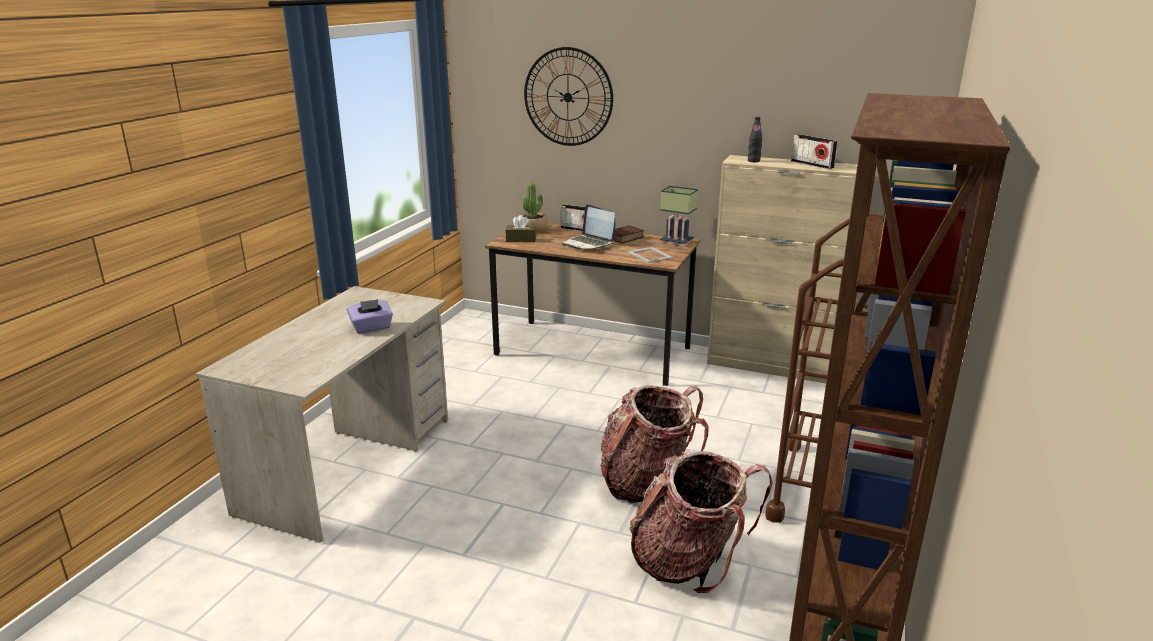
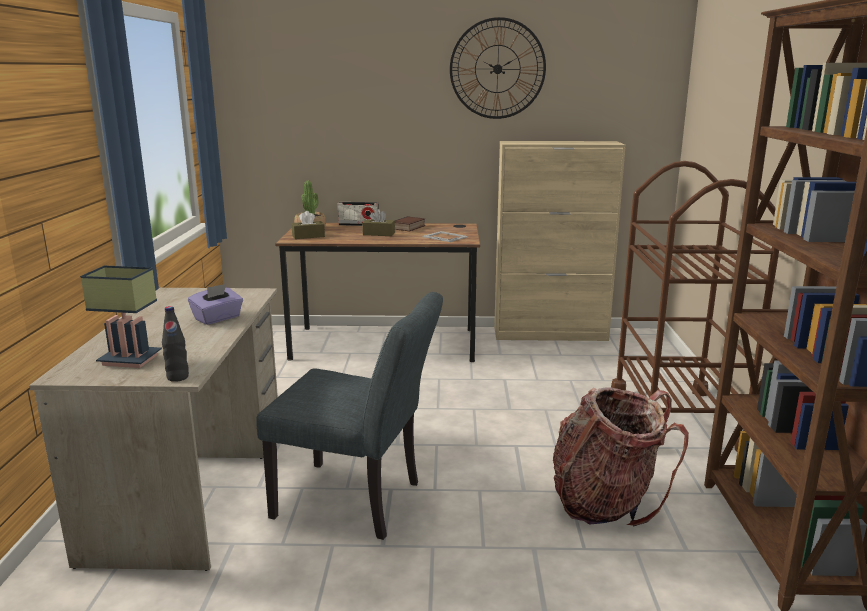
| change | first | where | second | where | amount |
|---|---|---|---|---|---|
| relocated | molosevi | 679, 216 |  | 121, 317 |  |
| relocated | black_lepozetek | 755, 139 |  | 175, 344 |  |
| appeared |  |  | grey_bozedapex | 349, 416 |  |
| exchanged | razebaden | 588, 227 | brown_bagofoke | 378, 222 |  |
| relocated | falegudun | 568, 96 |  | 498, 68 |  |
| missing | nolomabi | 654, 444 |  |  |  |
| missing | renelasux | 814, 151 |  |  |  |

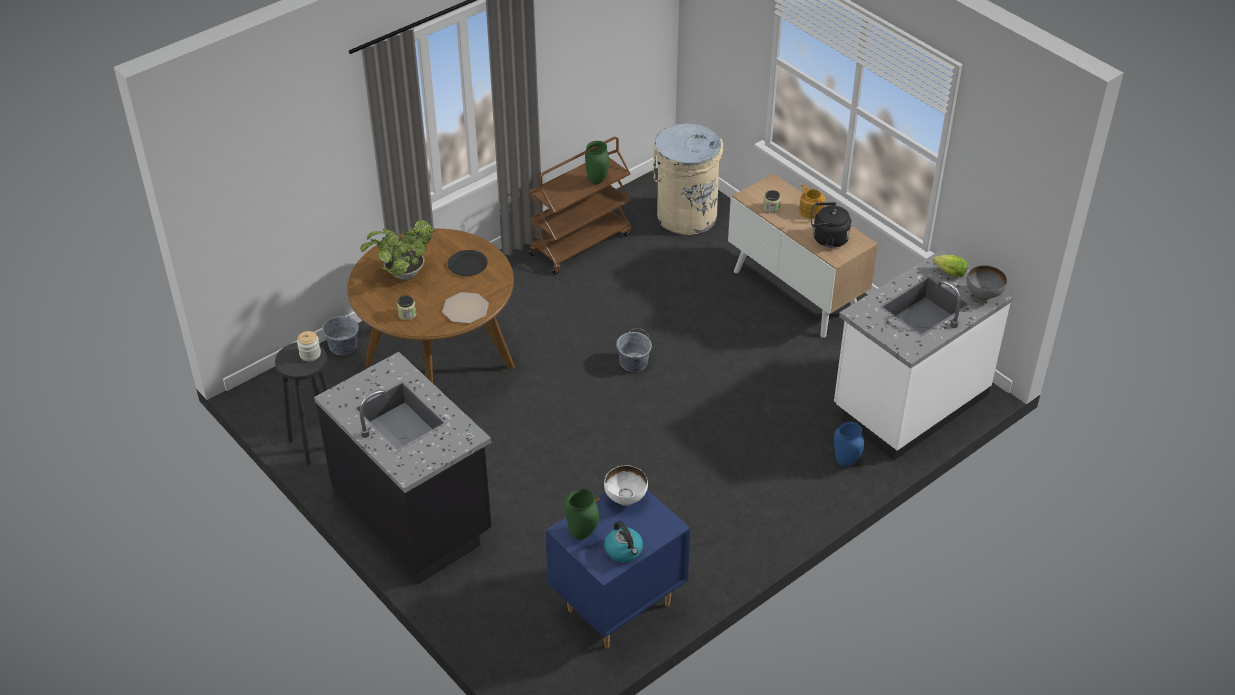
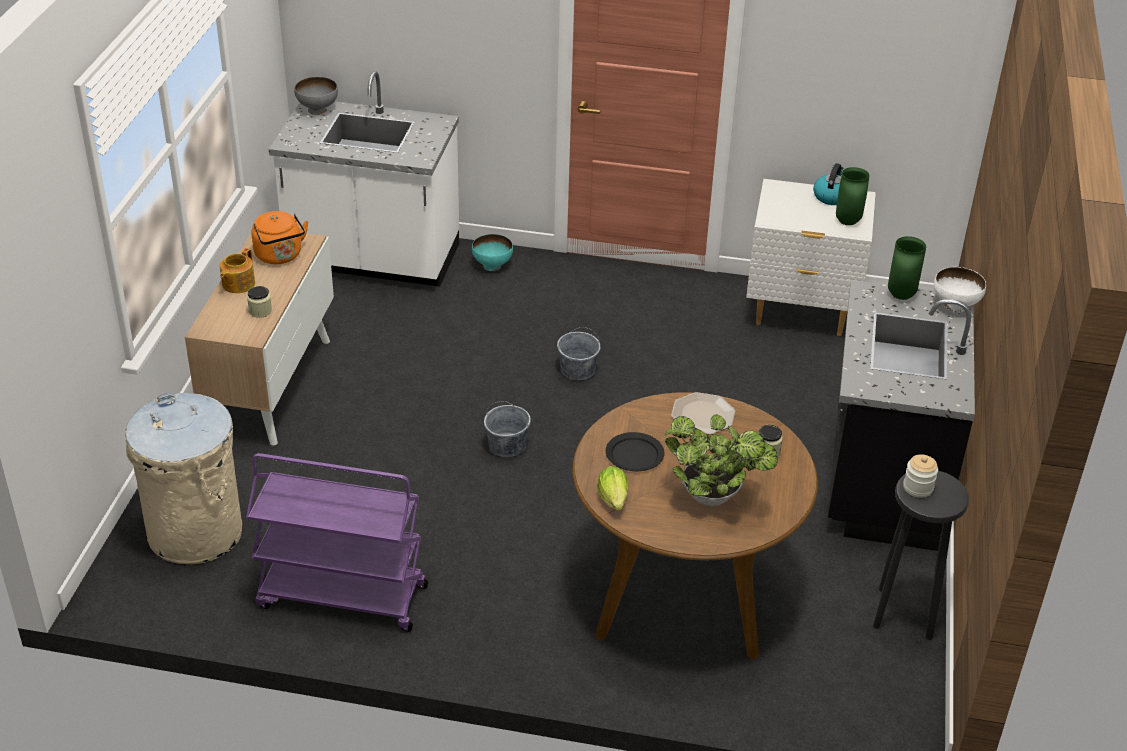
| change | first | where | second | where | amount |
|---|---|---|---|---|---|
| colour | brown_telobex | 580, 205 | purple_telobex | 337, 542 |  |
| colour | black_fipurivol | 831, 225 | orange_fipurivol | 279, 237 |  |
| exchanged | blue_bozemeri | 849, 444 | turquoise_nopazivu | 492, 252 |  |
| relocated | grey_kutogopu | 340, 332 |  | 579, 353 |  |
| relocated | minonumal | 950, 266 |  | 612, 488 |  |
| colour | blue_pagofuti | 617, 569 | white_pagofuti | 811, 257 |  |
| relocated | green_bozemeri | 597, 162 |  | 907, 268 |  |
| relocated | white_nopazivu | 626, 485 |  | 960, 290 |  |

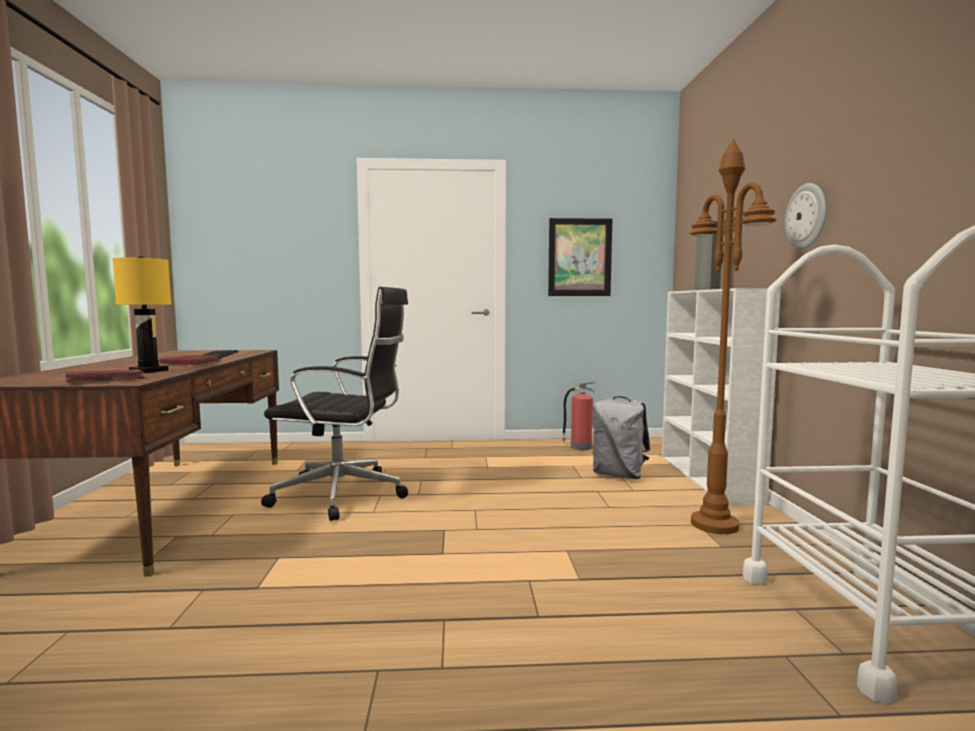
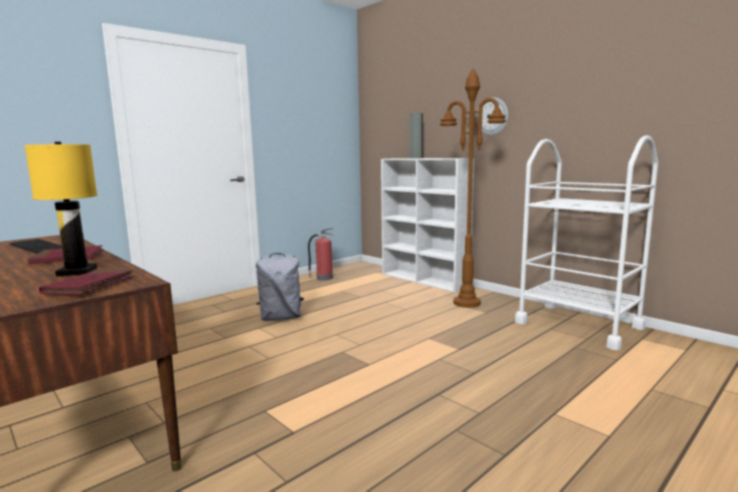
| change | first | where | second | where | amount |
|---|---|---|---|---|---|
| relocated | grey_nolomabi | 621, 437 |  | 280, 287 |  |
| missing | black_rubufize | 334, 404 |  |  |  |
| missing | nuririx | 580, 257 |  |  |  |

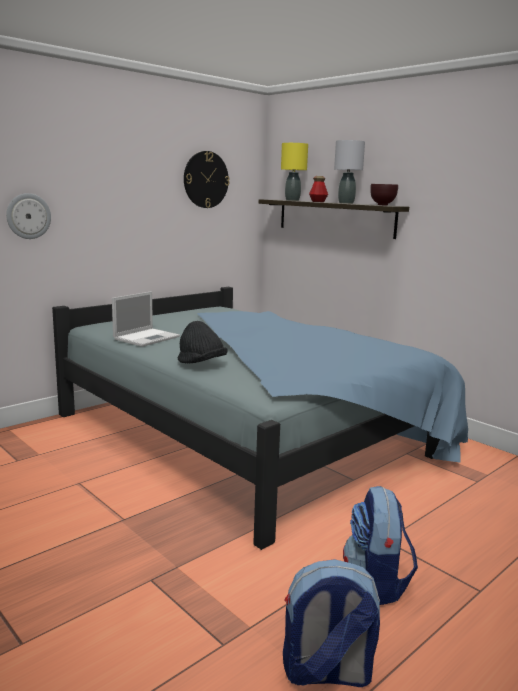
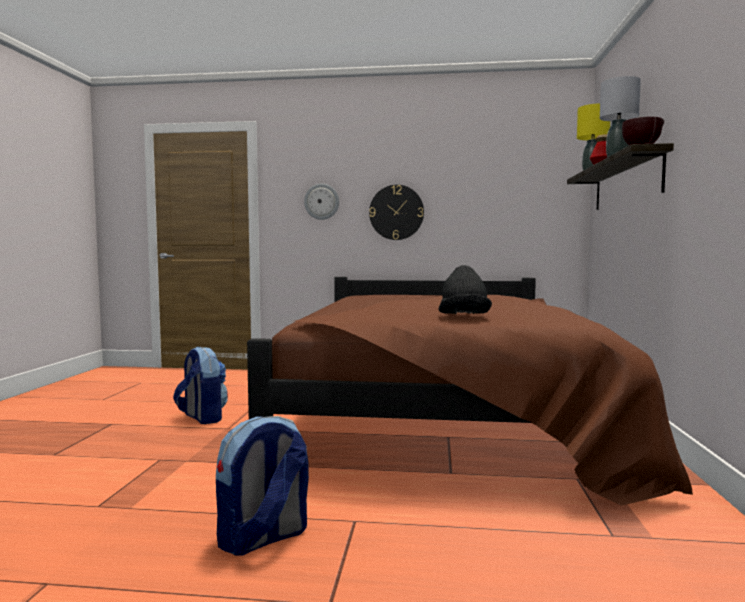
| change | first | where | second | where | amount |
|---|---|---|---|---|---|
| relocated | nolomabi | 331, 623 |  | 200, 385 |  |
| colour | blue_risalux | 260, 418 | brown_risalux | 470, 391 |  |
| relocated | falegudun | 206, 179 |  | 396, 212 |  |
| relocated | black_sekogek | 202, 342 |  | 465, 289 |  |
| missing | razebaden | 146, 319 |  |  |  |

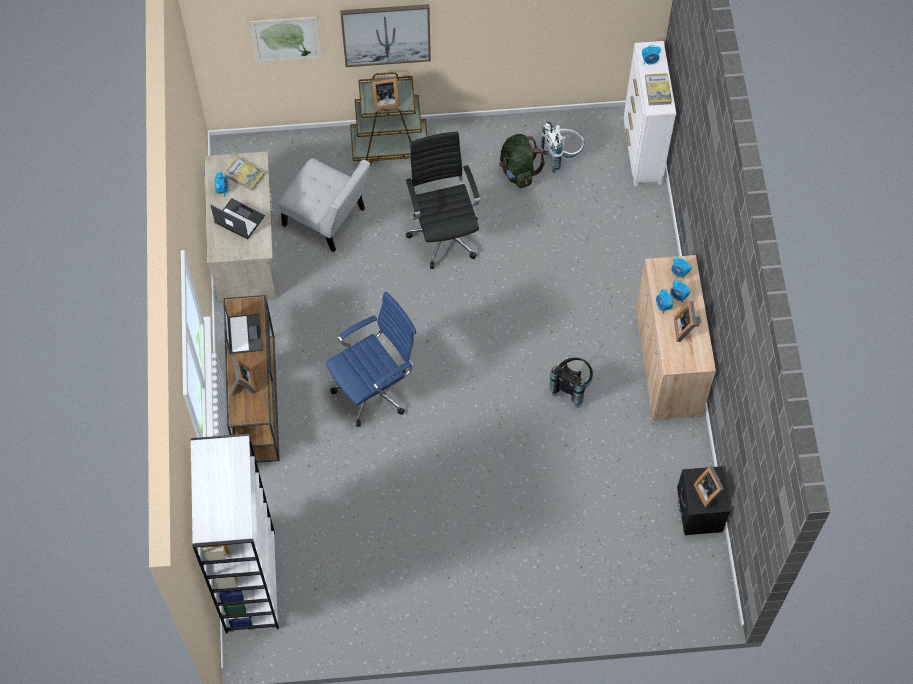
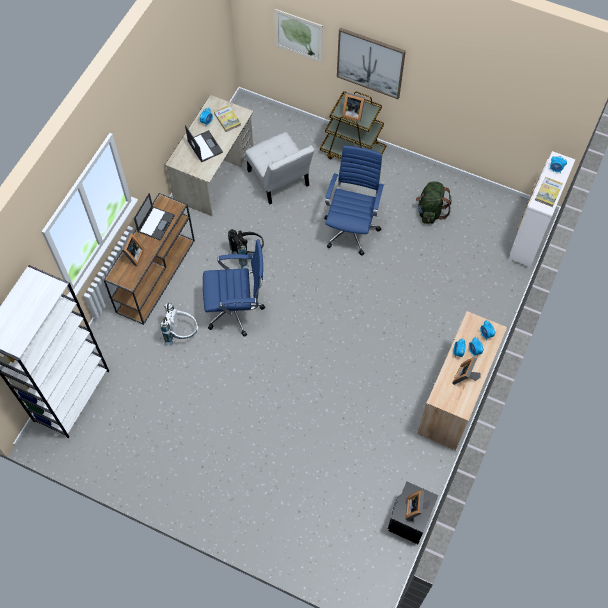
| change | first | where | second | where | amount |
|---|---|---|---|---|---|
| relocated | white_nolomabi | 562, 148 |  | 179, 324 |  |
| relocated | black_nolomabi | 571, 383 |  | 246, 249 |  |
| colour | black_rubufize | 443, 200 | blue_rubufize | 354, 200 |  |

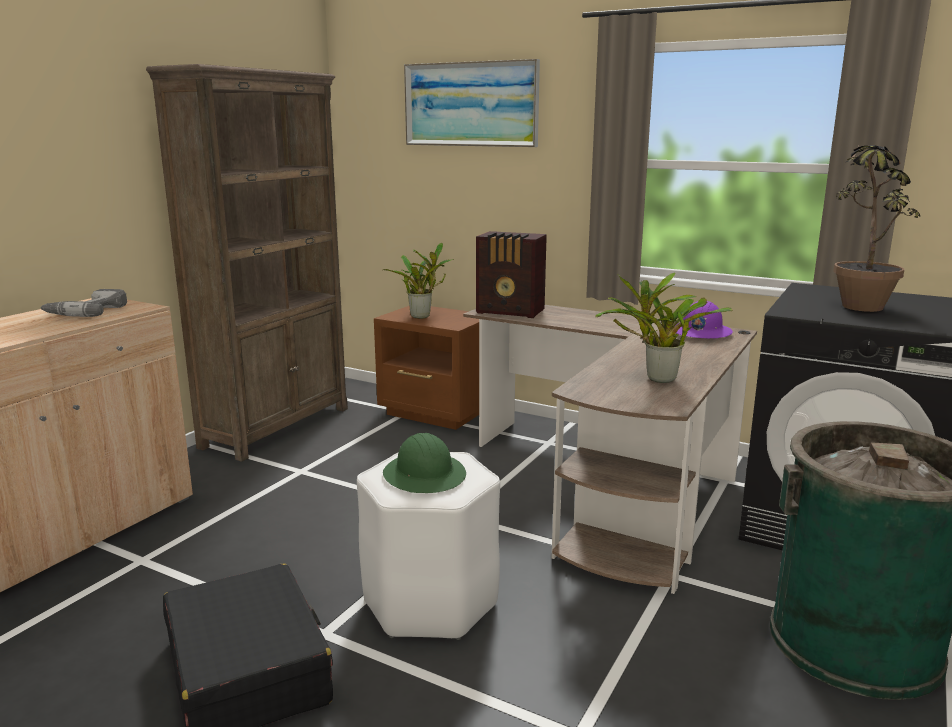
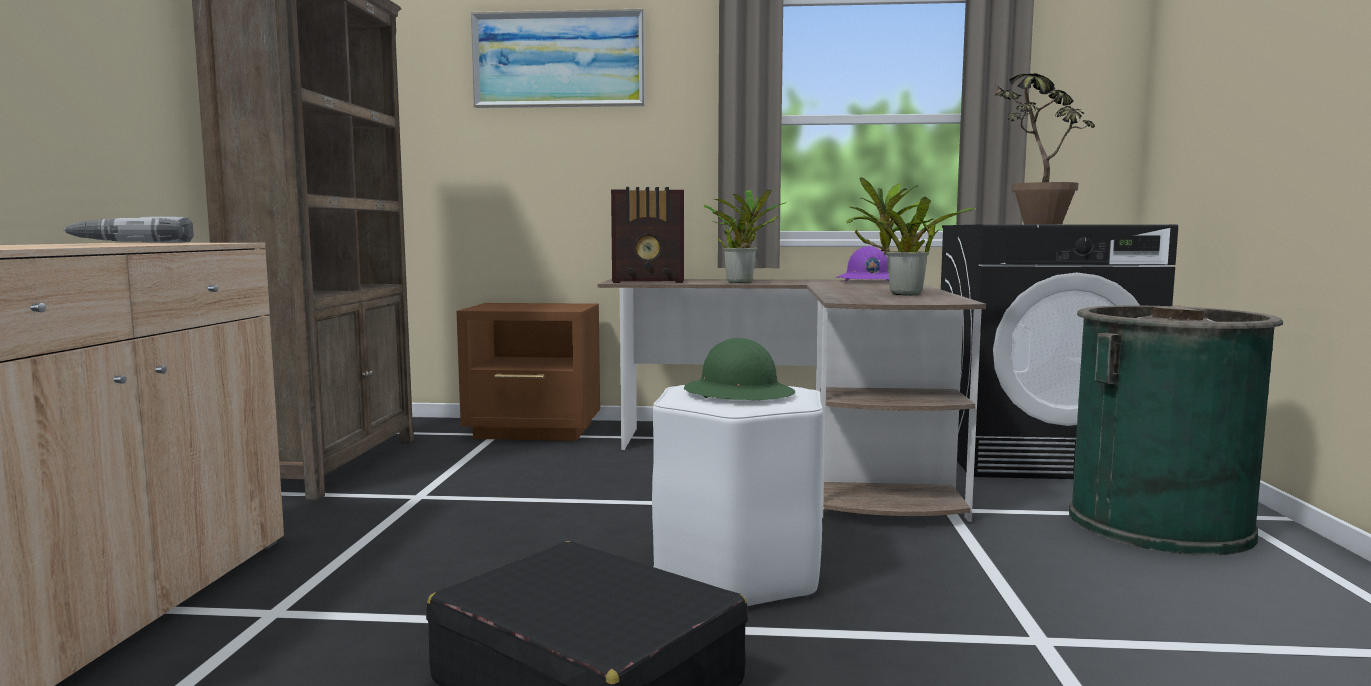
| change | first | where | second | where | amount |
|---|---|---|---|---|---|
| relocated | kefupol | 418, 281 |  | 745, 236 |  |

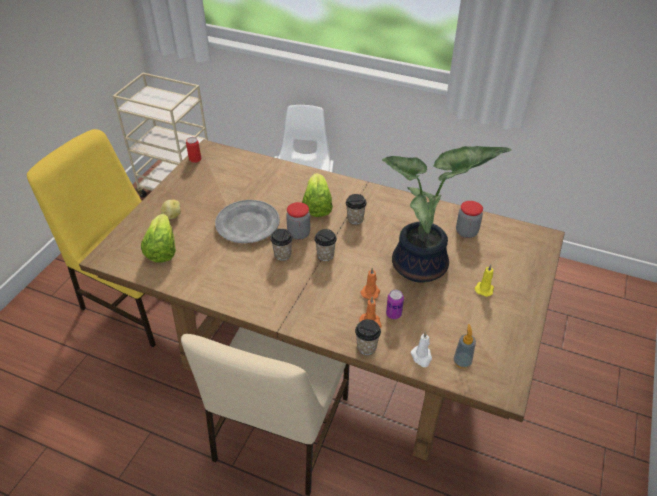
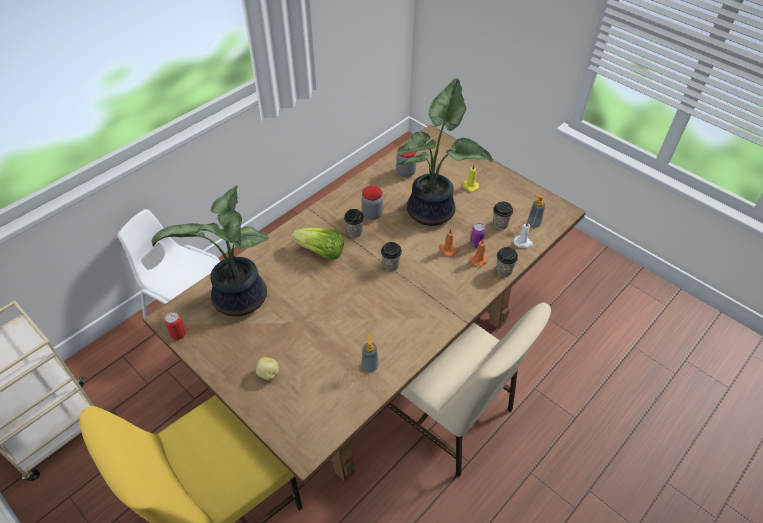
| change | first | where | second | where | amount |
|---|---|---|---|---|---|
| appeared |  |  | kefupol | 210, 251 |  |
| appeared |  |  | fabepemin | 369, 353 |  |
| relocated | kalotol | 298, 221 |  | 372, 203 |  |
| relocated | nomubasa | 281, 245 |  | 503, 216 |  |
| missing | minonumal | 158, 238 |  |  |  |
| missing | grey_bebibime | 247, 221 |  |  |  |

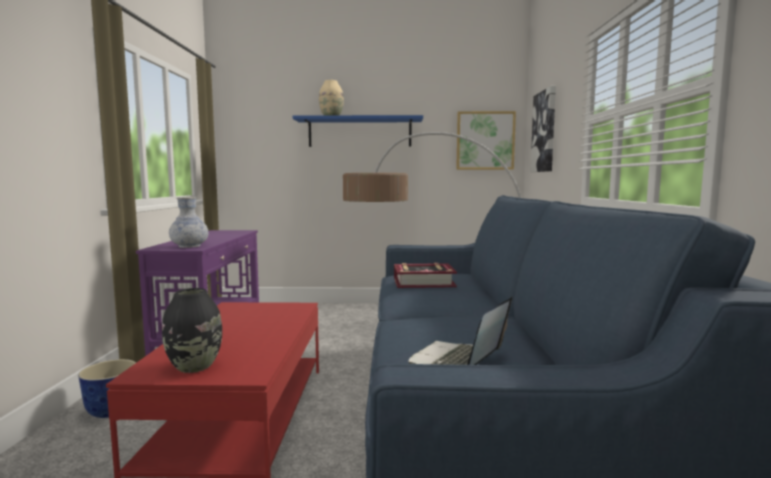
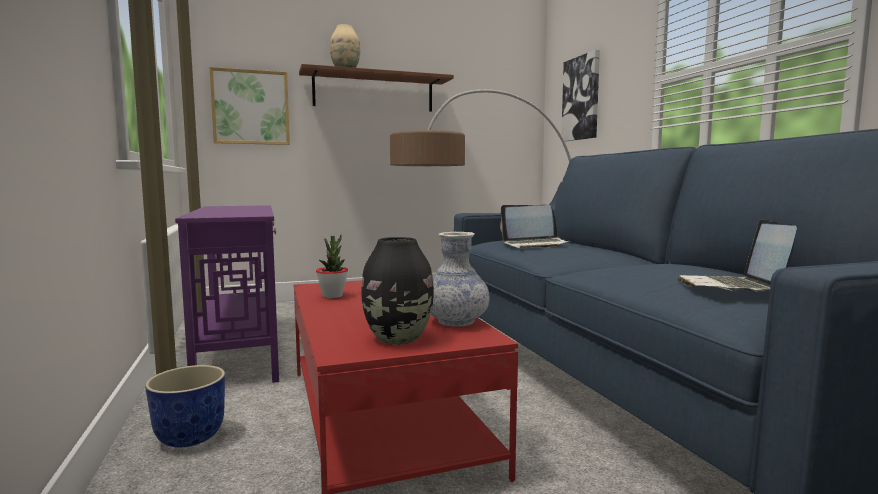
| change | first | where | second | where | amount |
|---|---|---|---|---|---|
| relocated | nuririx | 486, 140 |  | 249, 106 |  |
| colour | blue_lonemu | 357, 131 | brown_lonemu | 376, 88 |  |
| appeared |  |  | kefupol | 332, 266 |  |
| relocated | bozemeri | 188, 222 |  | 460, 279 |  |
| exchanged | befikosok | 425, 275 | razebaden | 535, 226 |  |

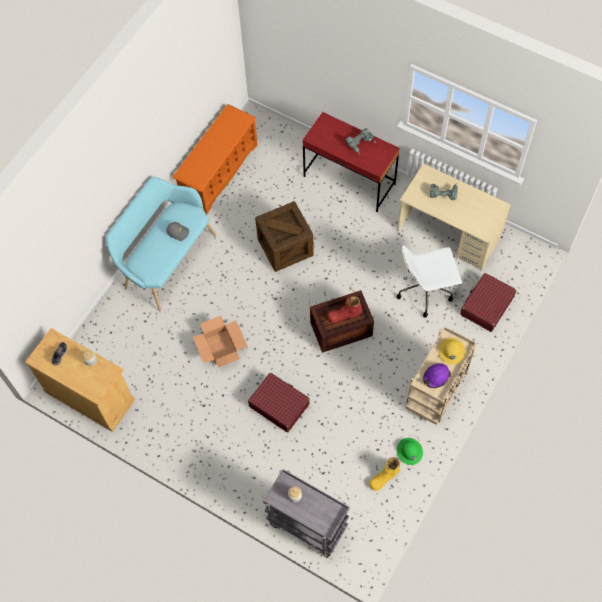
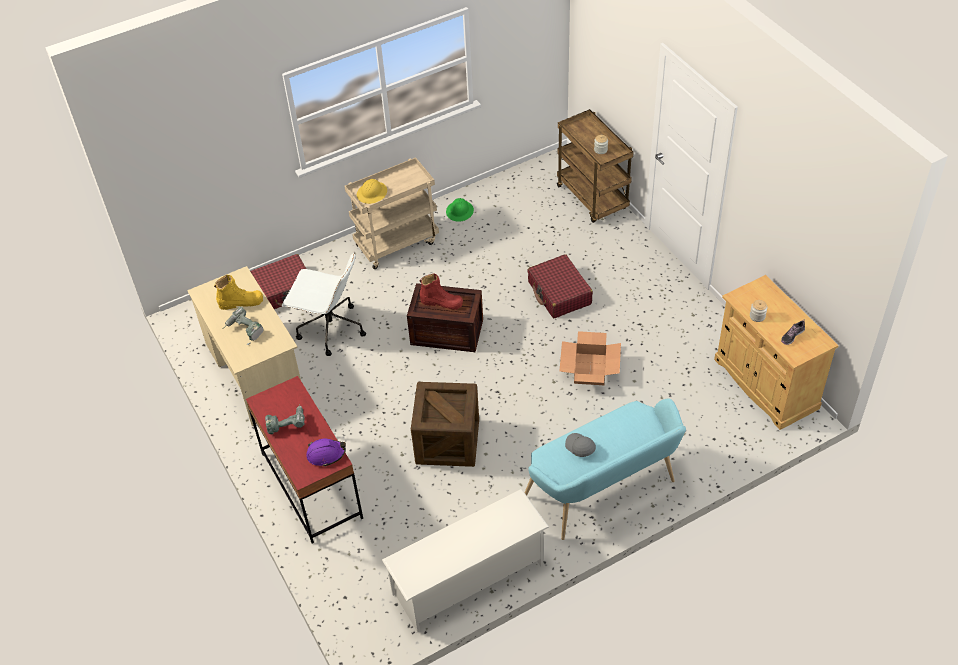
| change | first | where | second | where | amount |
|---|---|---|---|---|---|
| relocated | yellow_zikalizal | 384, 474 |  | 238, 292 |  |
| relocated | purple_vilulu | 437, 375 |  | 326, 453 |  |
| colour | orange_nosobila | 214, 159 | white_nosobila | 465, 560 |  |
| colour | grey_telobex | 306, 513 | brown_telobex | 595, 166 |  |

